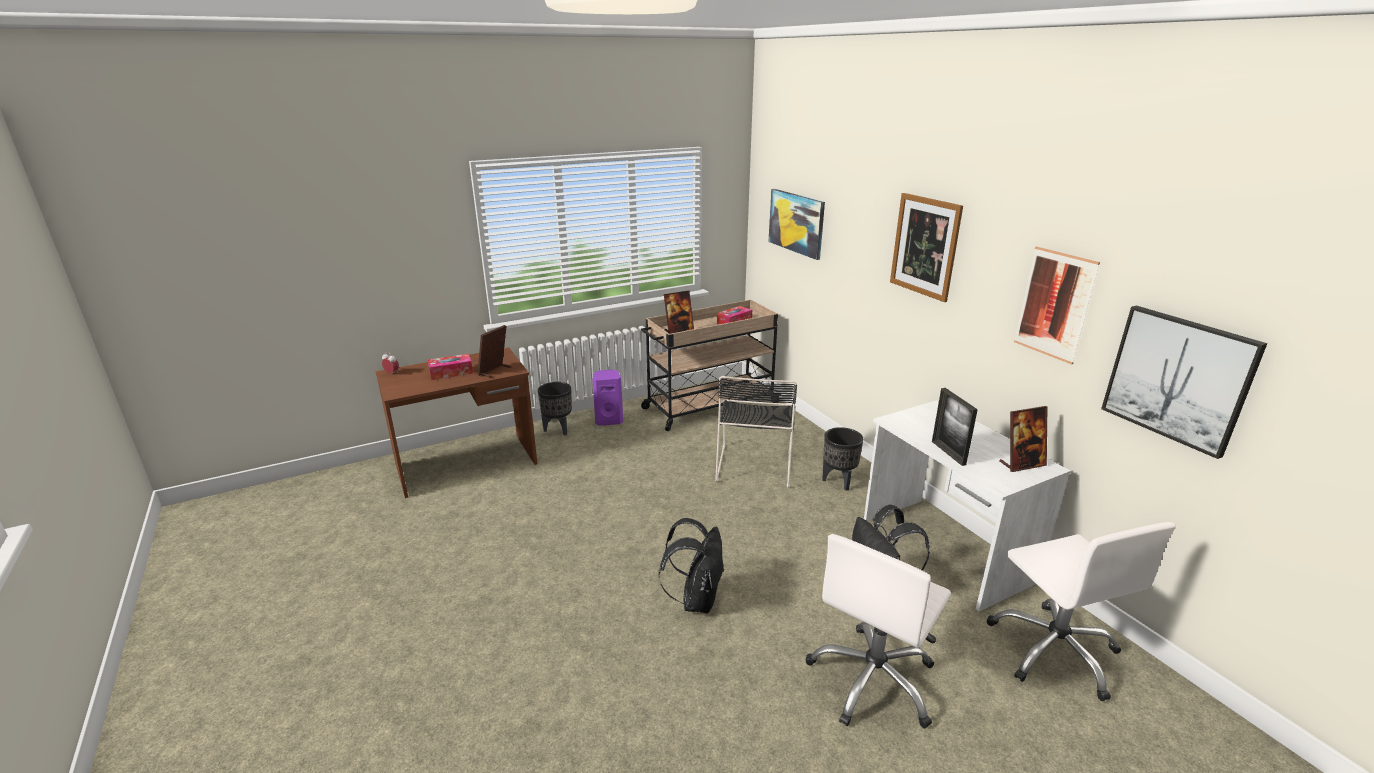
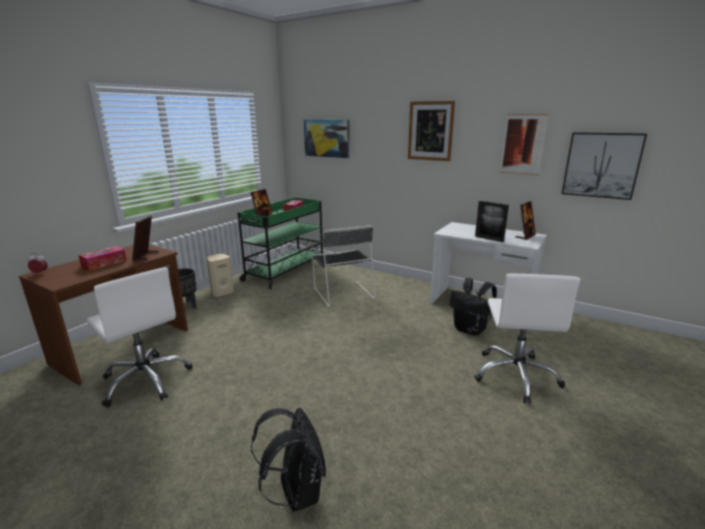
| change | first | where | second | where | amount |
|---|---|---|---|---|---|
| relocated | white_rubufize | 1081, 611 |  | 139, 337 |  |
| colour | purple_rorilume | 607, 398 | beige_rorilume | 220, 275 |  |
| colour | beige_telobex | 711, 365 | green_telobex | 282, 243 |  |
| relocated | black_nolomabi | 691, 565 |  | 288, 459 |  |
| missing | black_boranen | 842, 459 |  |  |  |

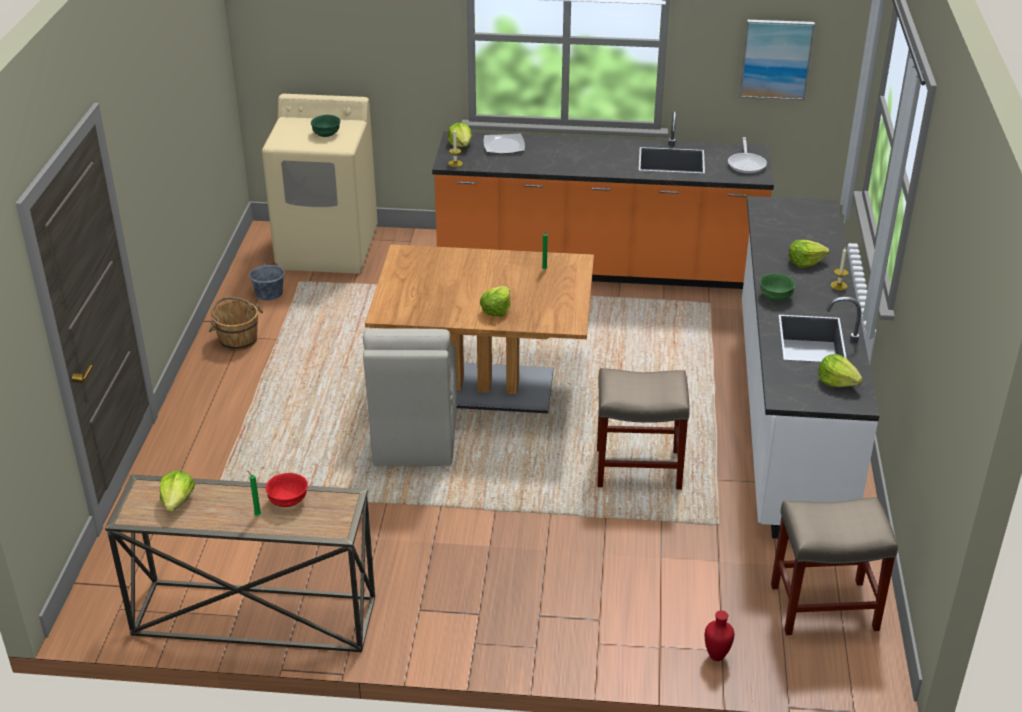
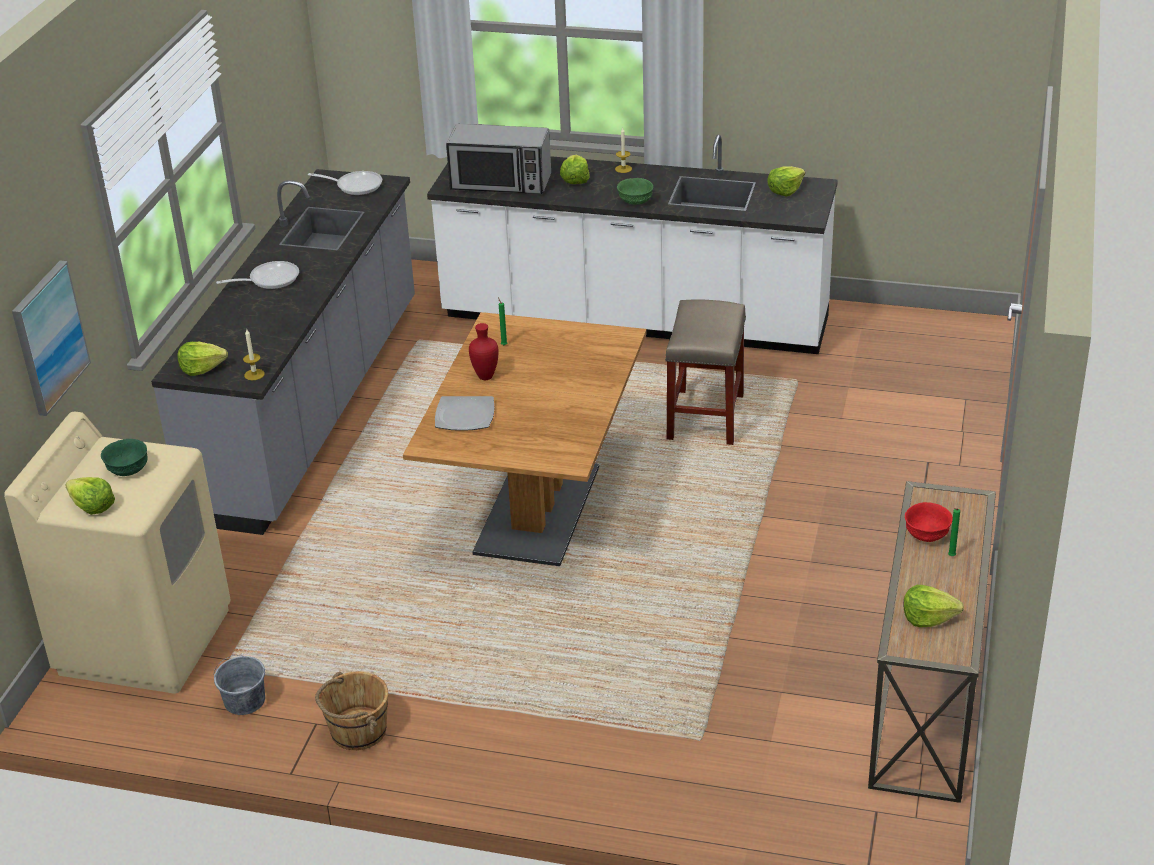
| change | first | where | second | where | amount |
|---|---|---|---|---|---|
| relocated | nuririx | 777, 60 |  | 51, 338 |  |
| relocated | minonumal | 495, 301 |  | 90, 496 |  |
| colour | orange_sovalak | 603, 200 | grey_sovalak | 283, 352 |  |
| appeared |  |  | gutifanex | 257, 275 |  |
| relocated | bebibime | 504, 144 |  | 465, 413 |  |
| appeared |  |  | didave | 498, 159 |  |
| relocated | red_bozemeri | 719, 635 |  | 483, 351 |  |
| missing | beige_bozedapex | 410, 397 |  |  |  |
| missing | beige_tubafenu | 834, 566 |  |  |  |

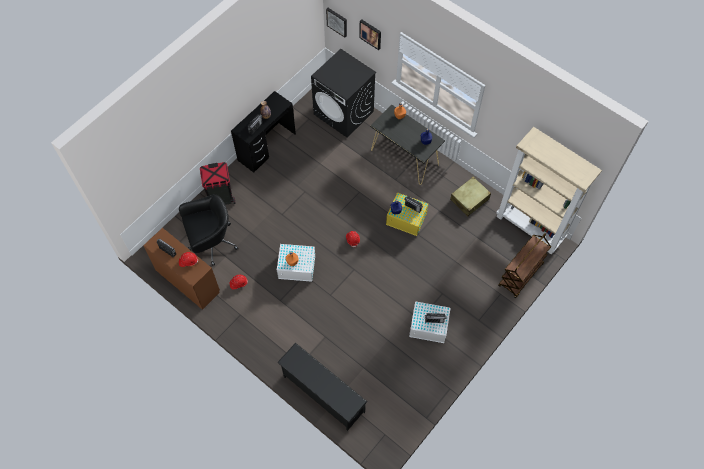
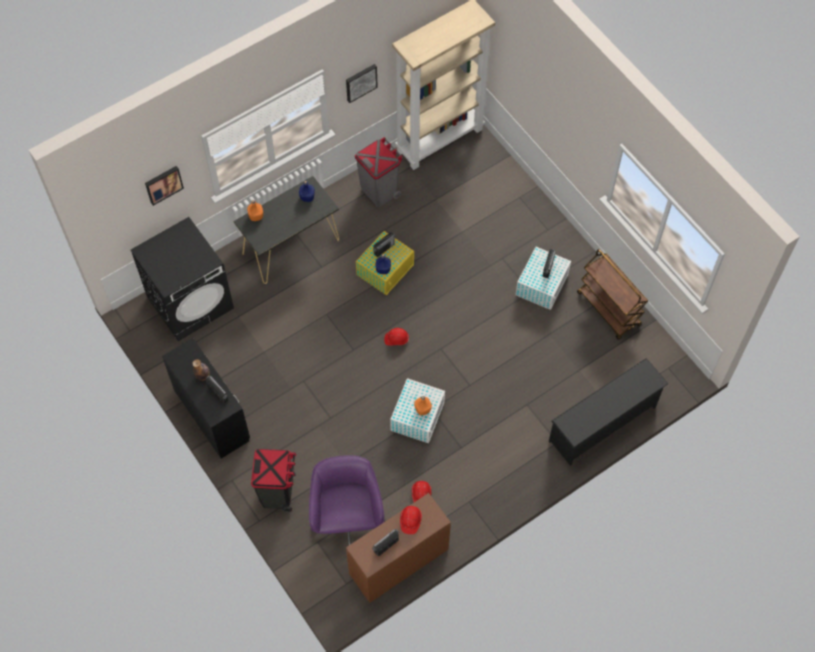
| change | first | where | second | where | amount |
|---|---|---|---|---|---|
| colour | black_rubufize | 208, 230 | purple_rubufize | 347, 500 |  |
| relocated | nuririx | 336, 22 |  | 362, 83 |  |
| exchanged | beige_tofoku | 470, 196 | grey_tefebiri | 379, 172 |  |
| relocated | brown_telobex | 524, 265 |  | 612, 294 |  |

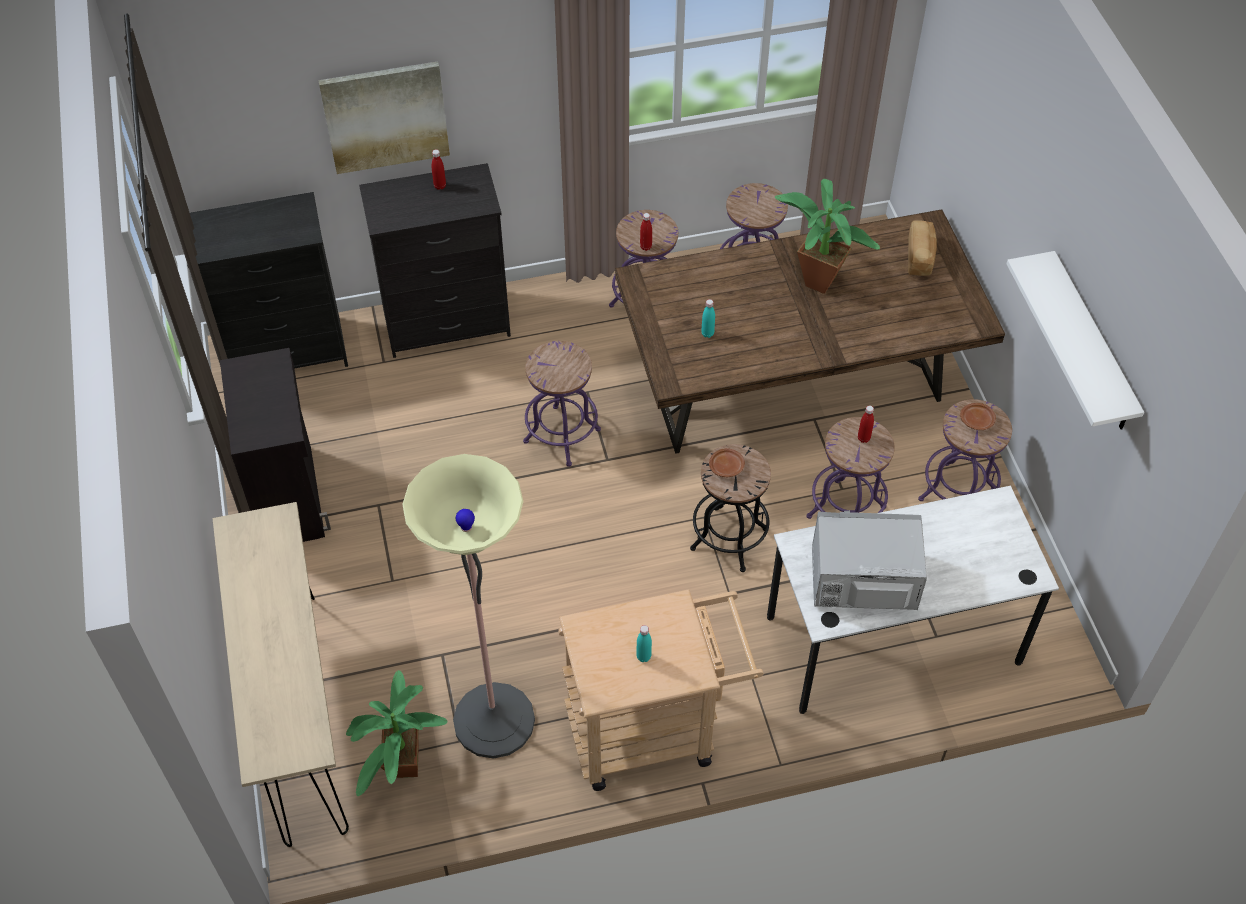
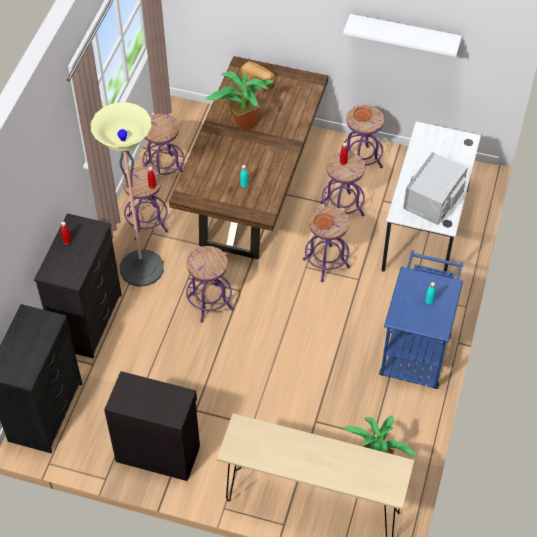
| change | first | where | second | where | amount |
|---|---|---|---|---|---|
| relocated | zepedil | 468, 606 |  | 127, 194 |  |
| colour | black_tubafenu | 730, 508 | purple_tubafenu | 326, 244 |  |
| colour | beige_telobex | 661, 690 | blue_telobex | 421, 319 |  |
| missing | nuririx | 384, 117 |  |  |  |

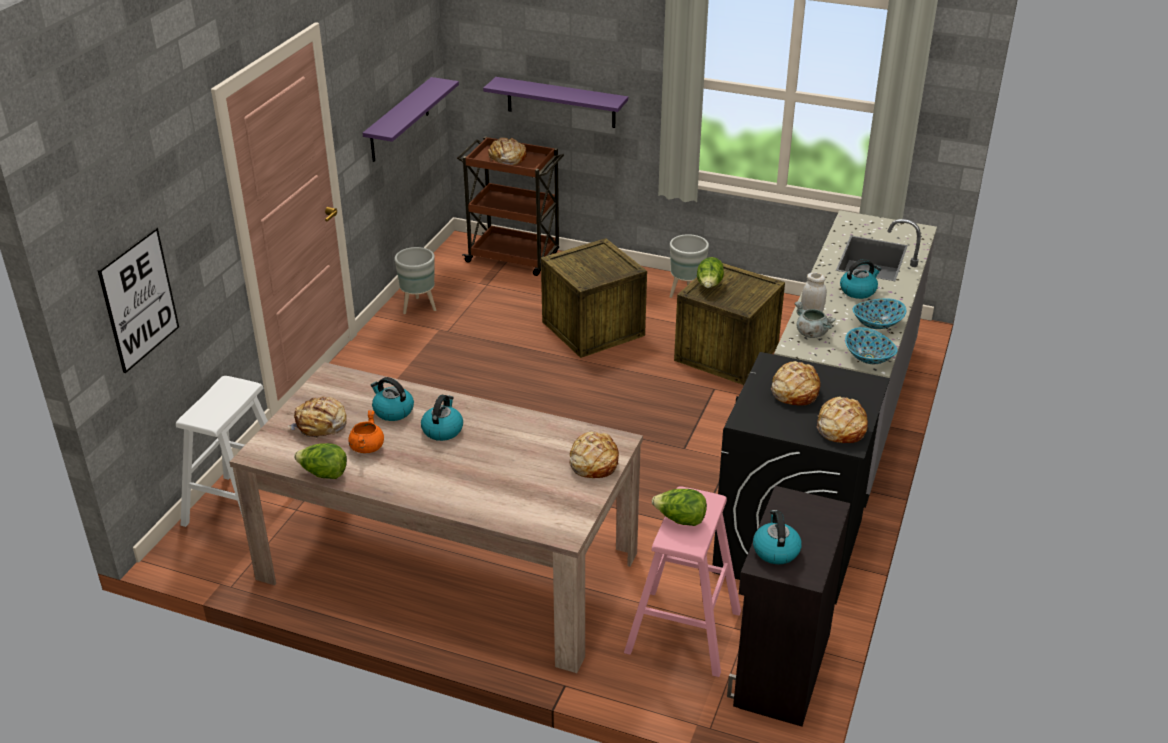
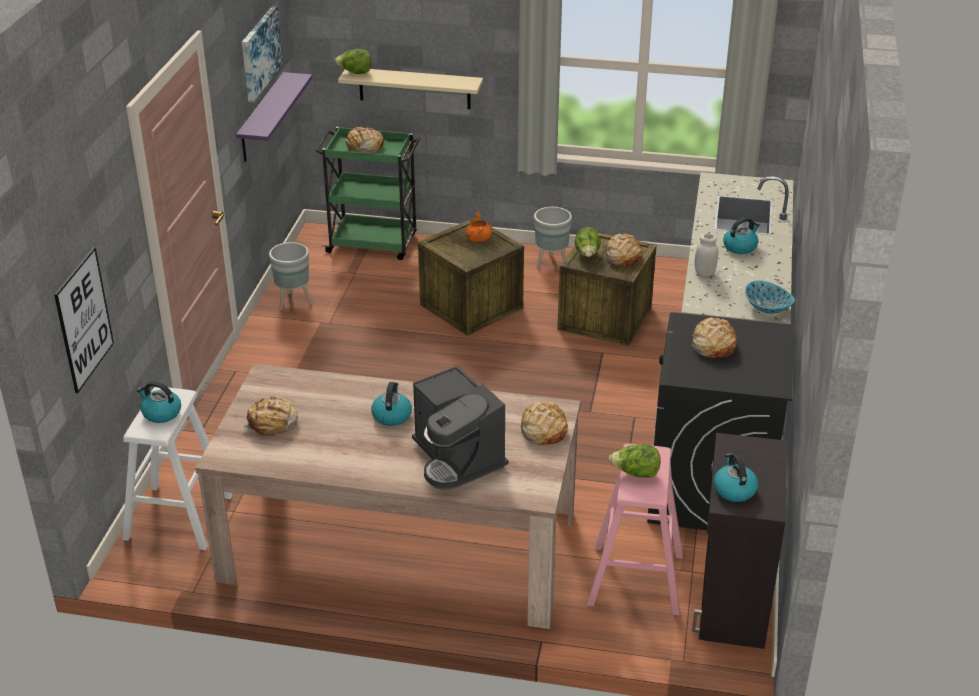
| change | first | where | second | where | amount |
|---|---|---|---|---|---|
| relocated | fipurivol | 392, 399 |  | 159, 402 |  |
| appeared |  |  | nuririx | 262, 54 |  |
| colour | brown_telobex | 510, 206 | green_telobex | 368, 193 |  |
| relocated | minonumal | 320, 461 |  | 352, 61 |  |
| colour | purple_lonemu | 555, 102 | beige_lonemu | 410, 89 |  |
| appeared |  |  | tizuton | 460, 428 |  |
| relocated | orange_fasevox | 366, 431 |  | 479, 227 |  |
| relocated | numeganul | 842, 419 |  | 623, 250 |  |
| missing | grey_fasevox | 815, 319 |  |  |  |
| missing | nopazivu | 879, 313 |  |  |  |

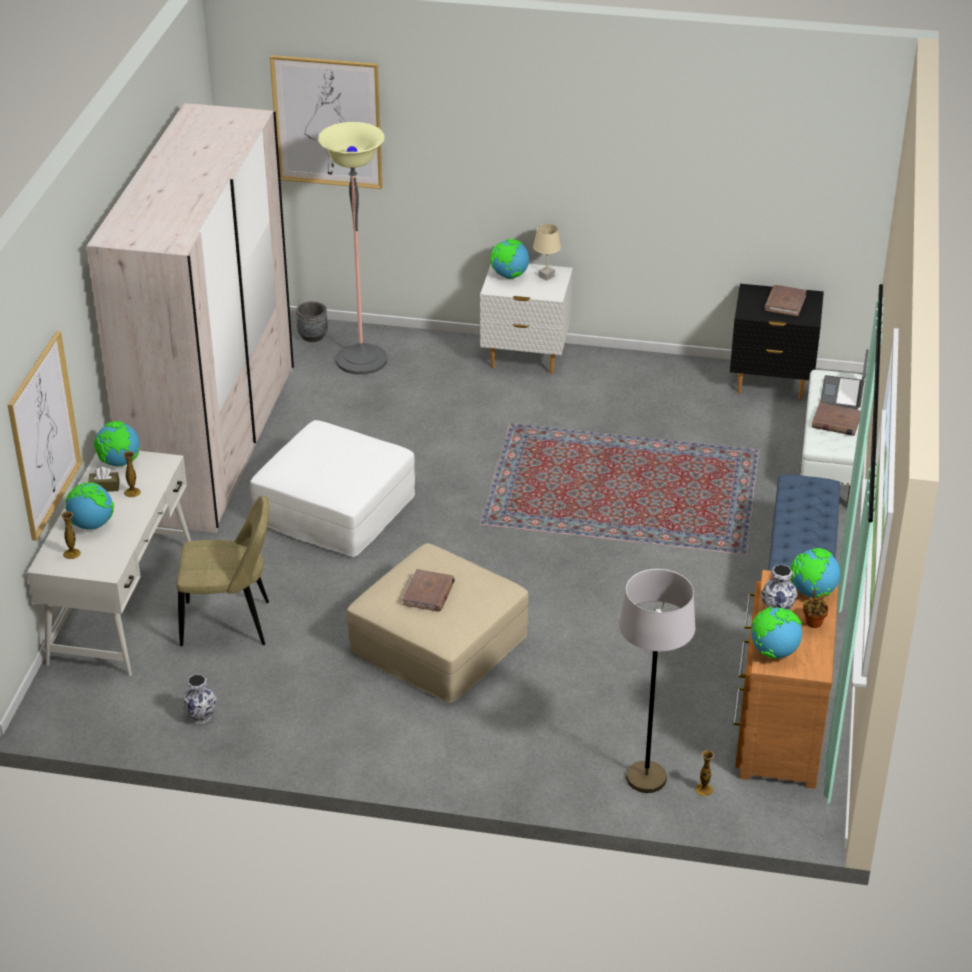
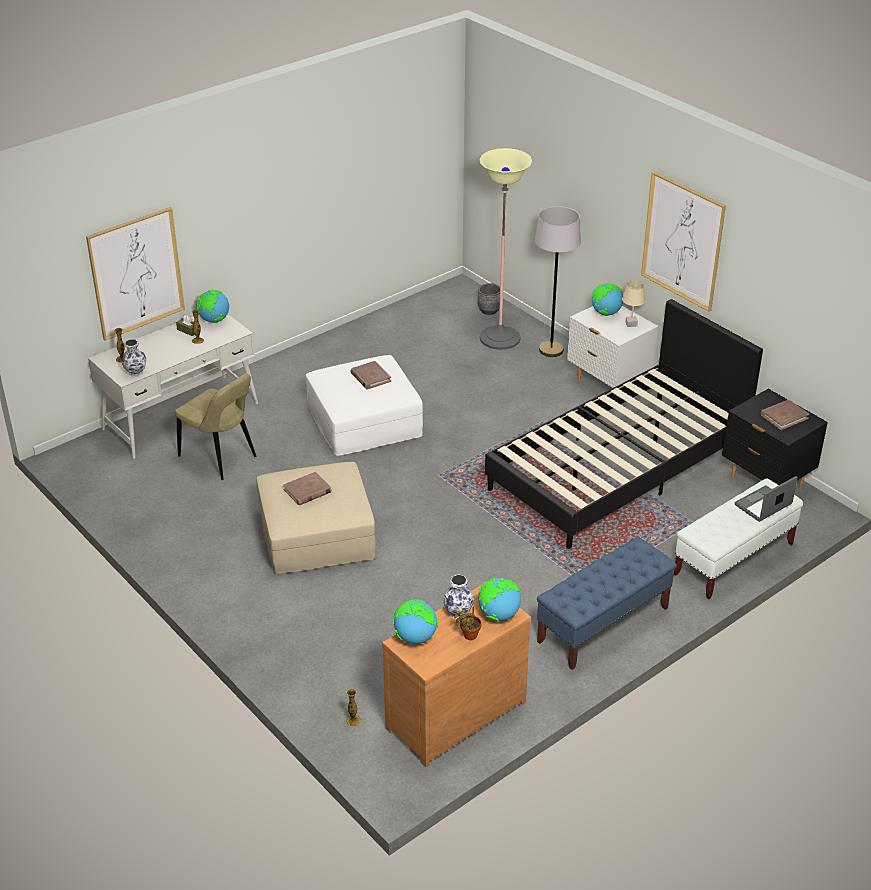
| change | first | where | second | where | amount |
|---|---|---|---|---|---|
| relocated | bozemeri | 199, 699 |  | 134, 358 |  |
| relocated | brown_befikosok | 836, 419 |  | 370, 375 |  |
| appeared |  |  | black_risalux | 624, 424 |  |
| relocated | grey_zepedil | 657, 681 |  | 558, 281 |  |
| relocated | nuririx | 326, 122 |  | 683, 241 |  |
| missing | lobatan | 89, 506 |  |  |  |
| missing | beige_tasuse | 190, 318 |  |  |  |

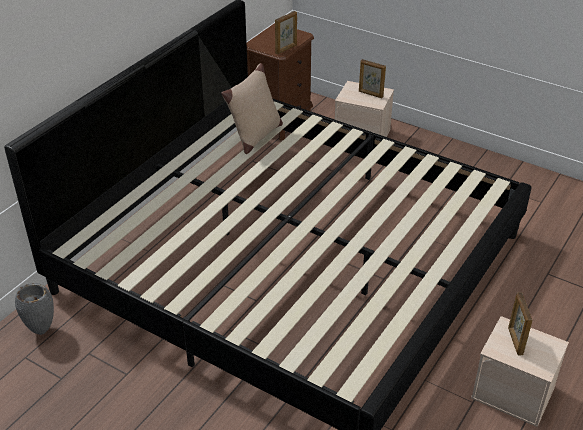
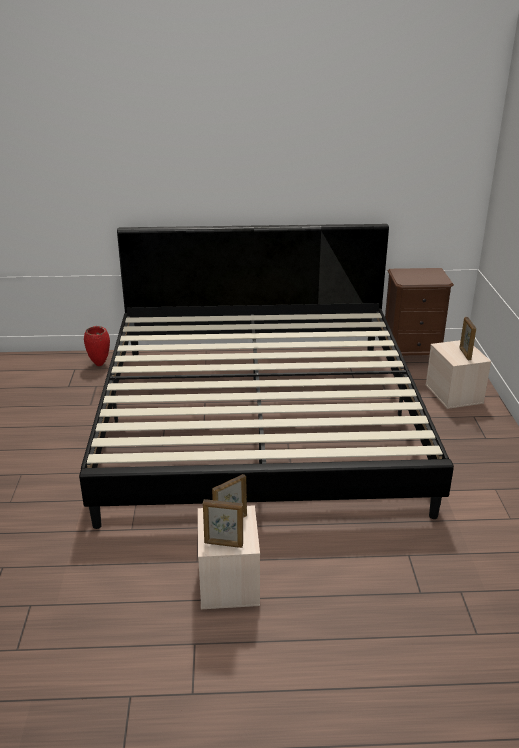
| change | first | where | second | where | amount |
|---|---|---|---|---|---|
| colour | grey_bozemeri | 34, 309 | red_bozemeri | 97, 346 |  |
| relocated | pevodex | 286, 32 |  | 223, 523 |  |
| missing | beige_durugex | 252, 108 |  |  |  |

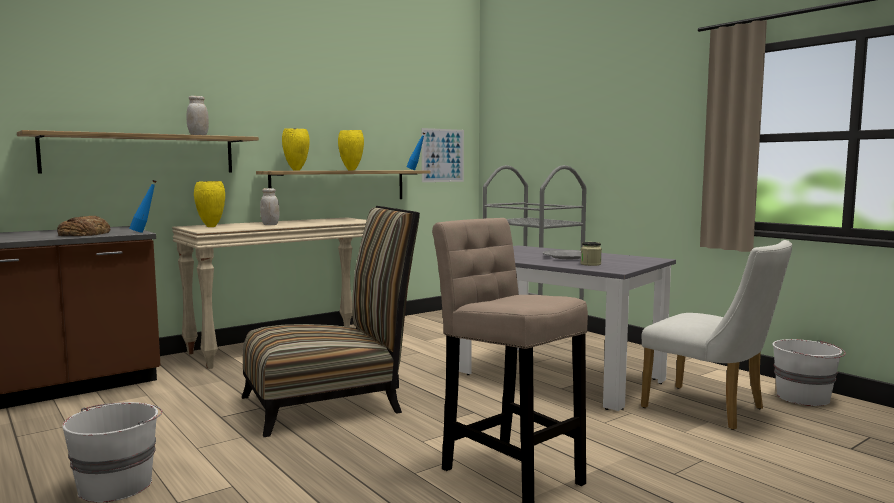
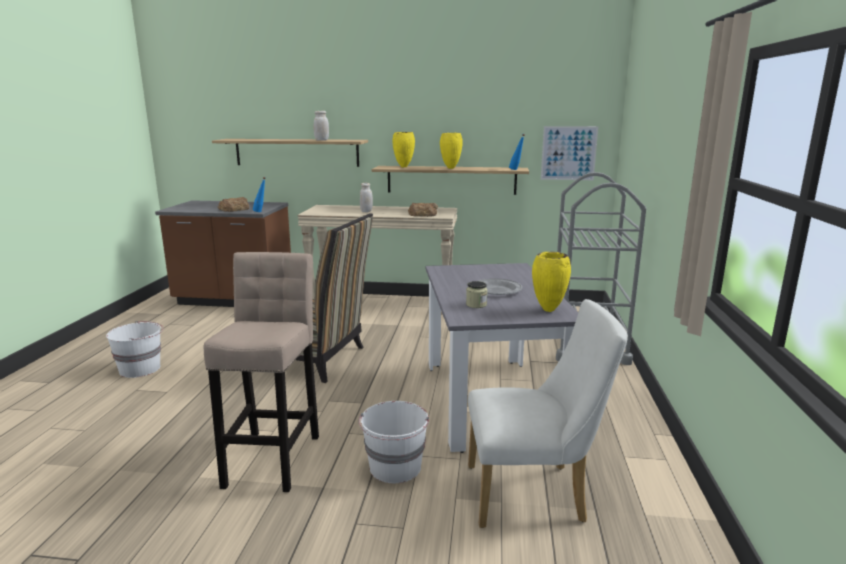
| change | first | where | second | where | amount |
|---|---|---|---|---|---|
| relocated | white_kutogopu | 809, 372 |  | 394, 442 |  |
| appeared |  |  | numeganul | 423, 210 |  |
| spun | white_bozedapex | 716, 335 |  | 548, 413 | 90 degrees counterclockwise |
| relocated | yellow_bozemeri | 209, 204 |  | 551, 282 |  |

